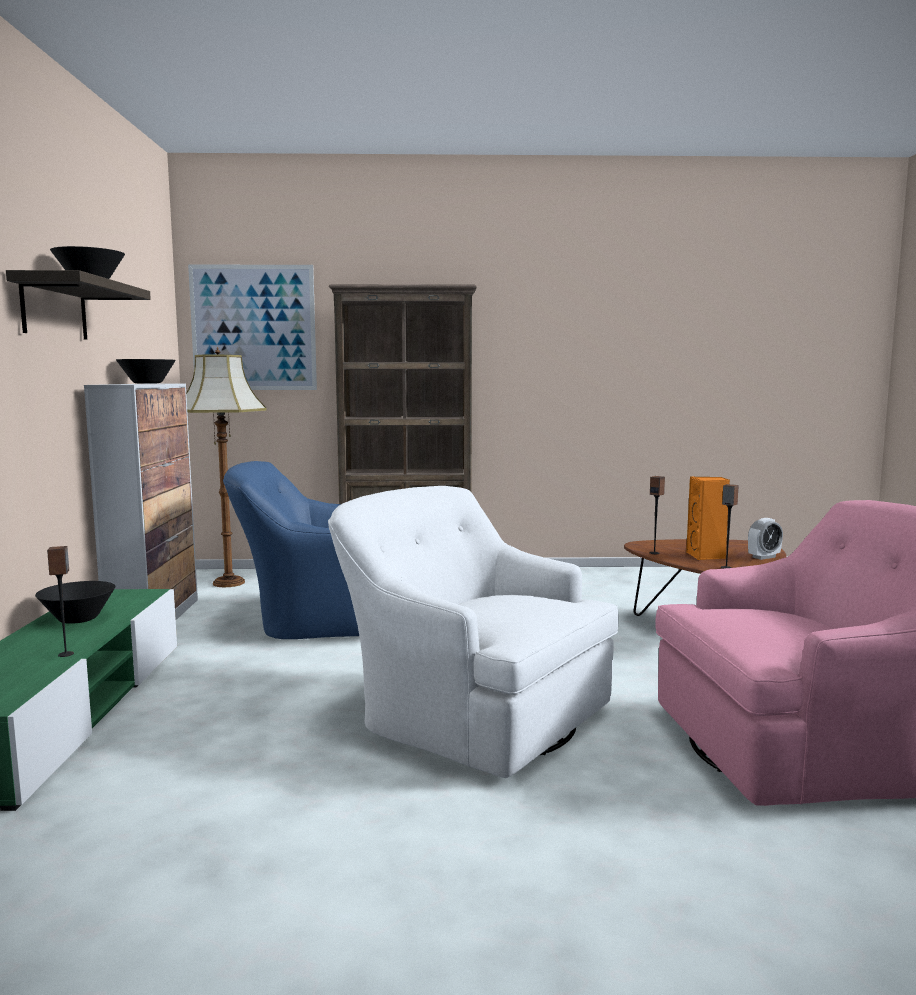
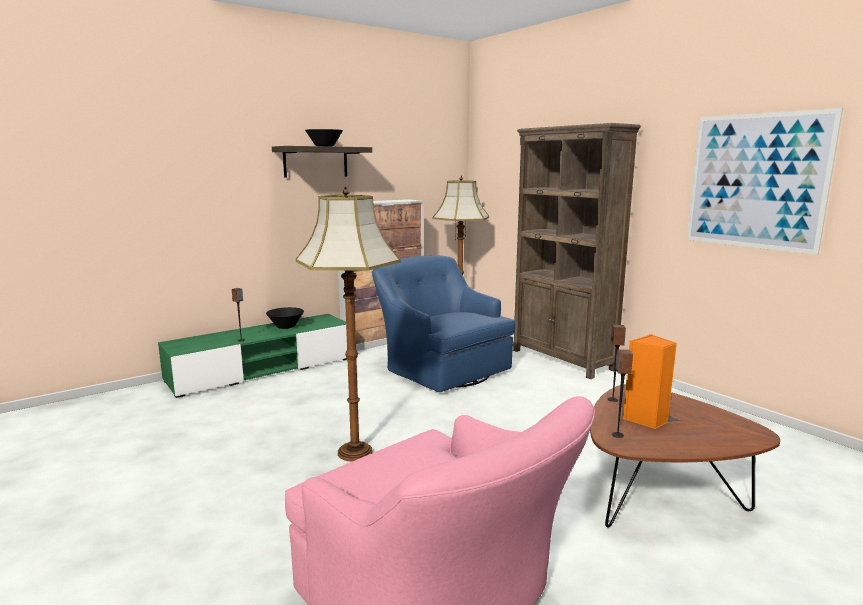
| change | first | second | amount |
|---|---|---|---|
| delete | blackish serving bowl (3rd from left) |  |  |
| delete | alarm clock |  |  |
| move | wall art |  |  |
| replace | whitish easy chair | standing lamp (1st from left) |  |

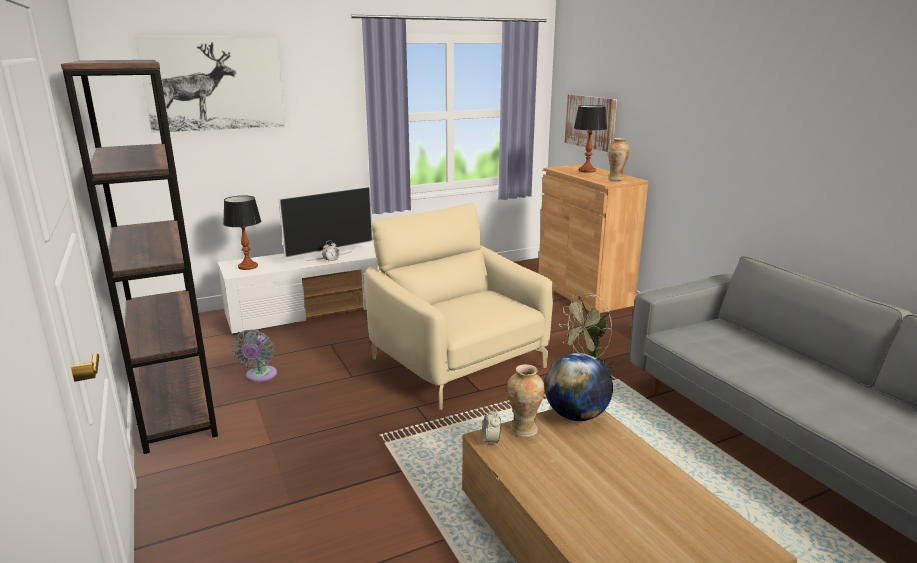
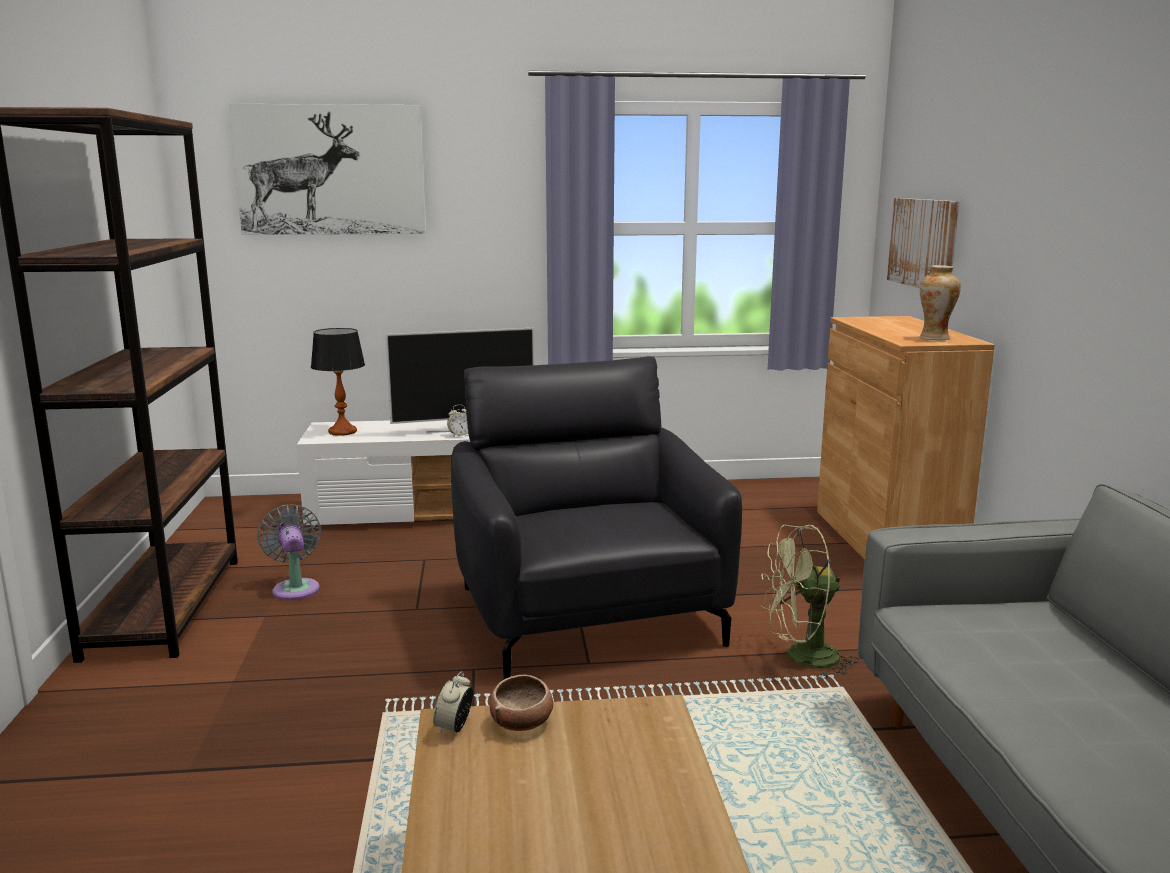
| change | first | second | amount |
|---|---|---|---|
| delete | globe |  |  |
| delete | tabletop lamp (2nd from left) |  |  |
| replace | decorative vase (1st from left) | serving bowl |  |
| recolor | beige easy chair | blackish easy chair |  |
| rotate | greyish electric fan |  | 135 degrees clockwise |

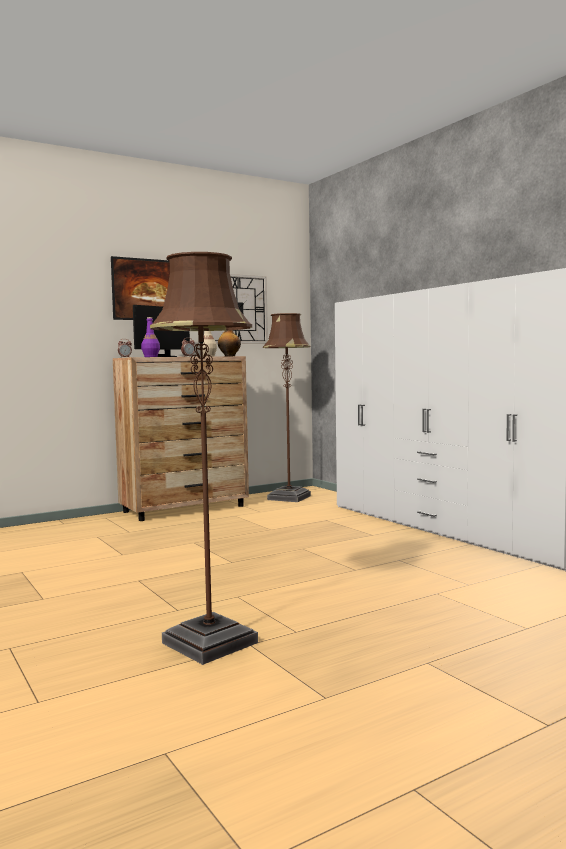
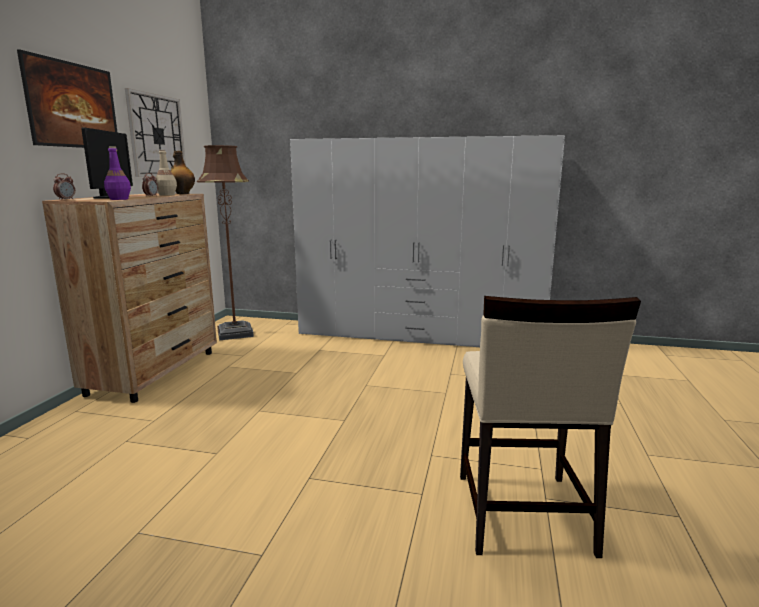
| change | first | second | amount |
|---|---|---|---|
| replace | brown-coloured standing lamp (1st from left) | beige plain chair |  |

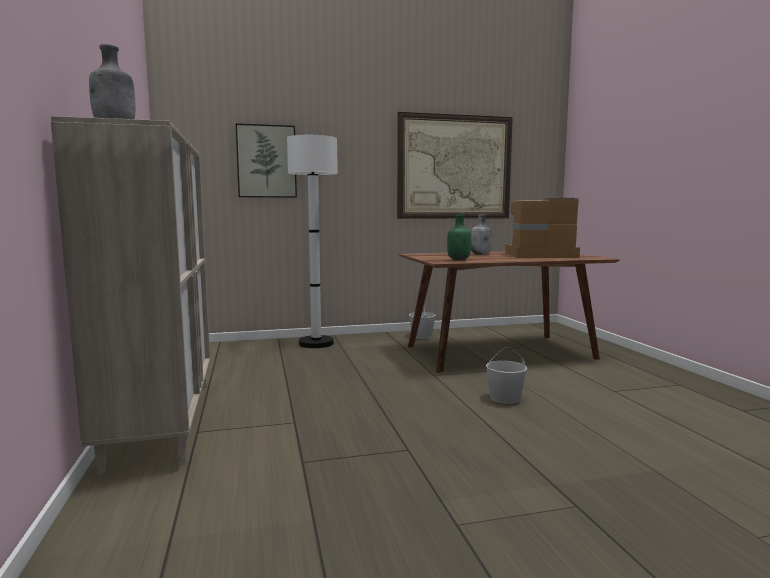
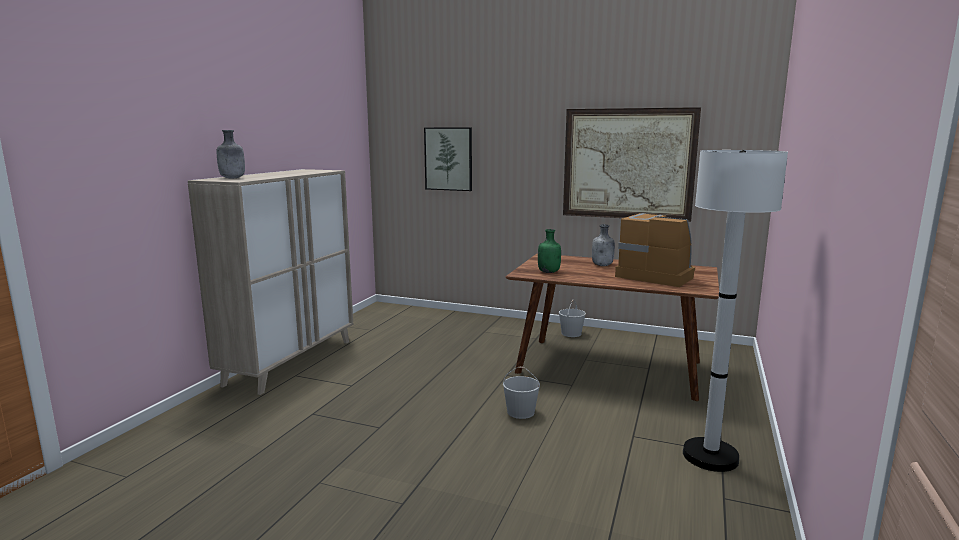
| change | first | second | amount |
|---|---|---|---|
| move | whitish standing lamp |  |  |

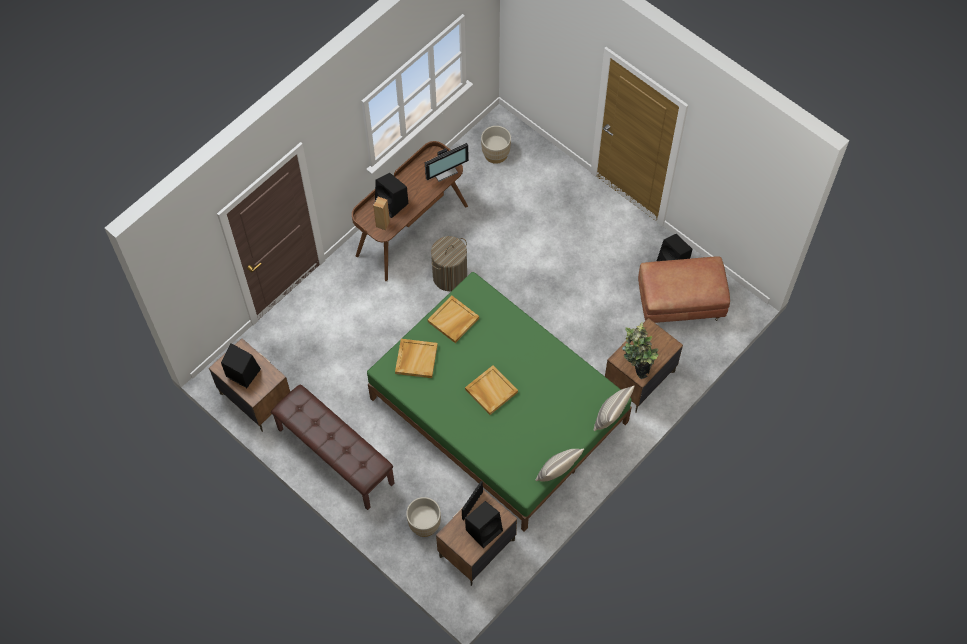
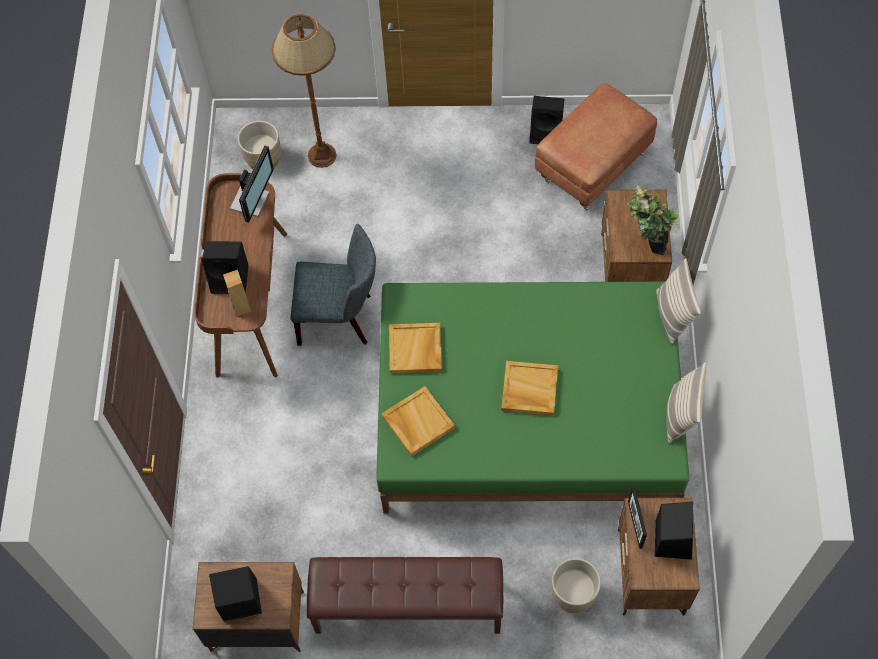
| change | first | second | amount |
|---|---|---|---|
| insert |  | brown-coloured standing lamp |  |
| replace | washing basket | greyish plain chair |  |

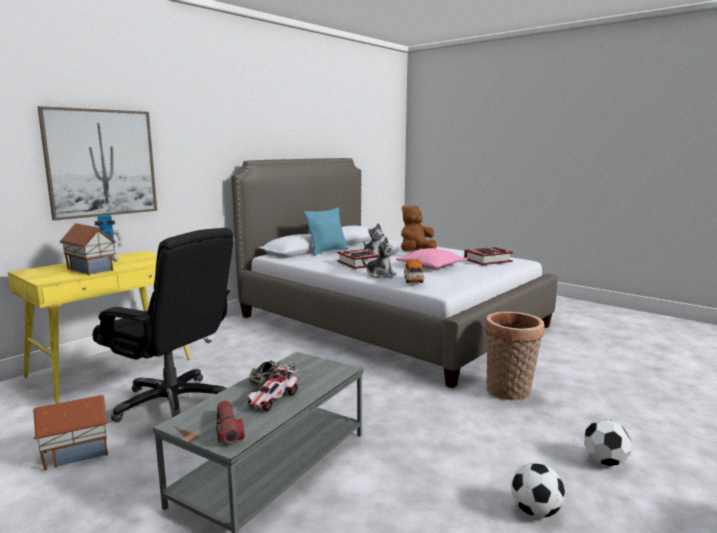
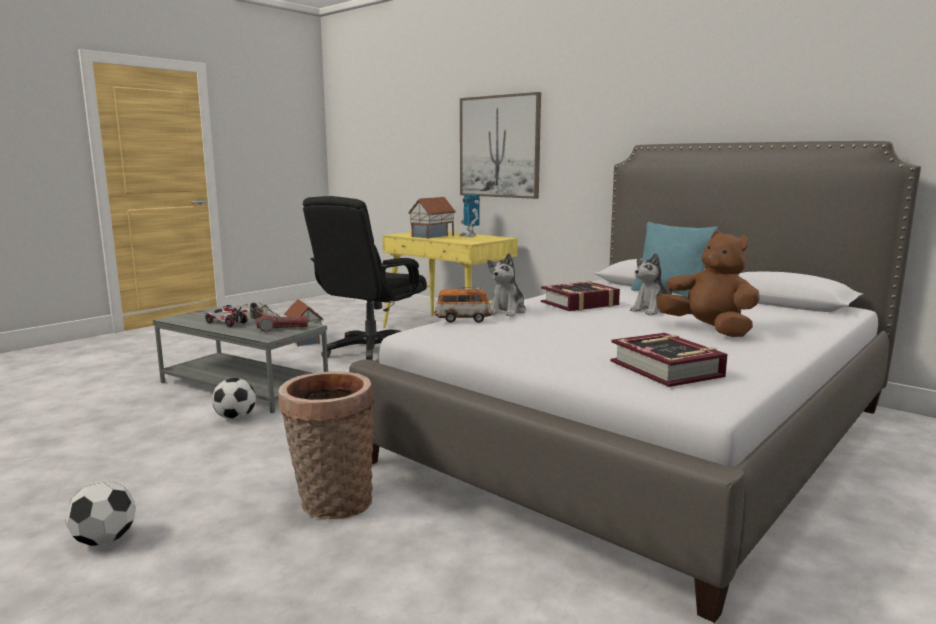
| change | first | second | amount |
|---|---|---|---|
| delete | pinkish pillow |  |  |
| move | flashlight |  |  |
| move | football (1st from left in the first image) | football (2nd from left) |  |

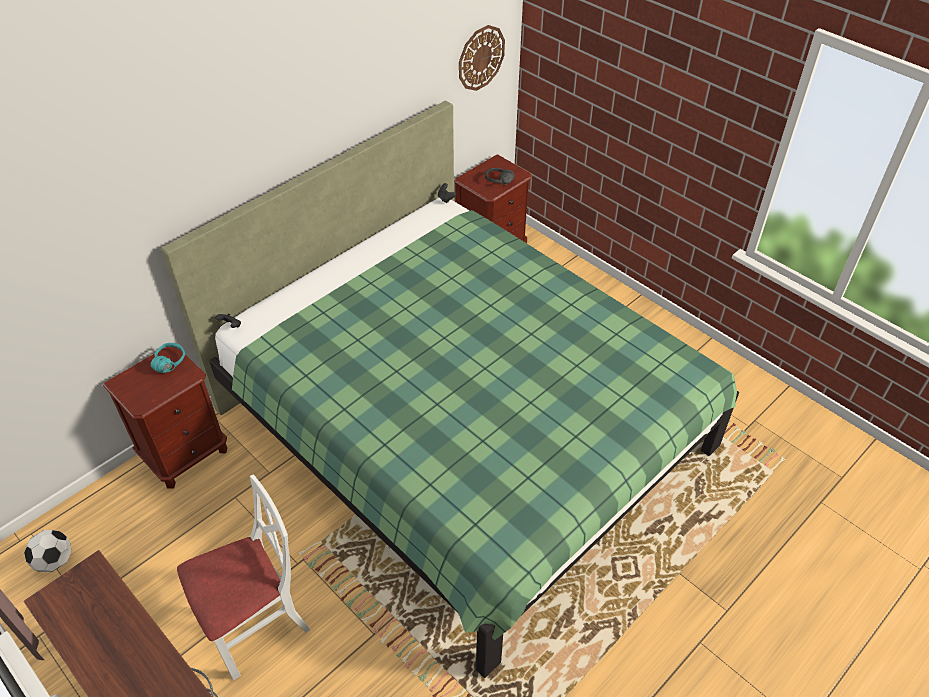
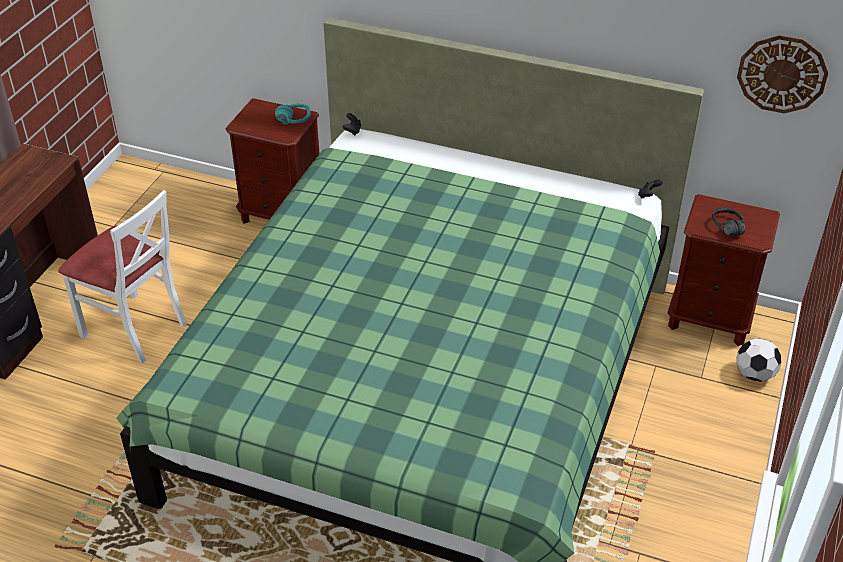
| change | first | second | amount |
|---|---|---|---|
| move | football |  |  |

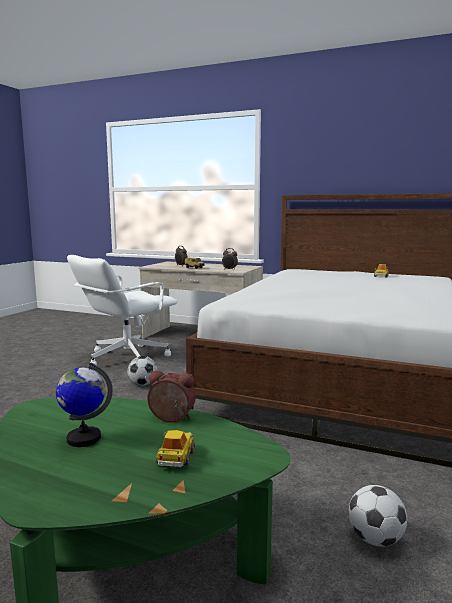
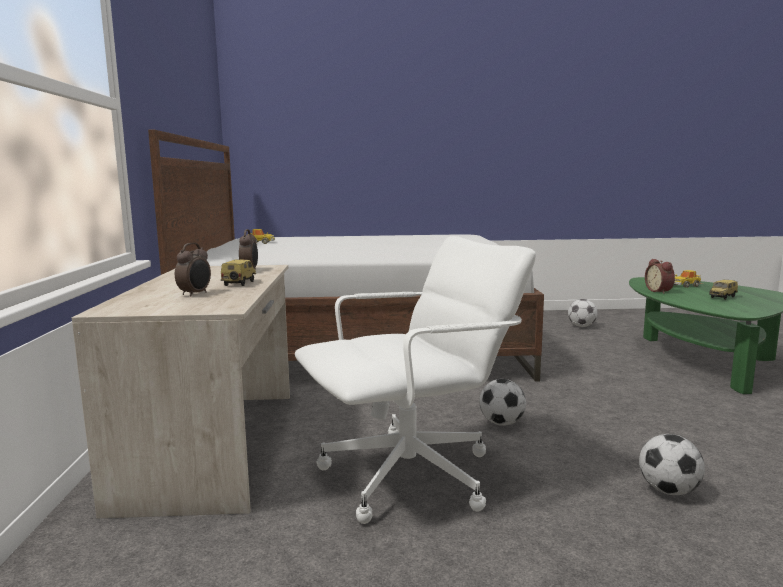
| change | first | second | amount |
|---|---|---|---|
| insert |  | football (3rd from left) |  |
| replace | globe | toy car (4th from left) |  |
| rotate | whitish office chair |  | 45 degrees counterclockwise |

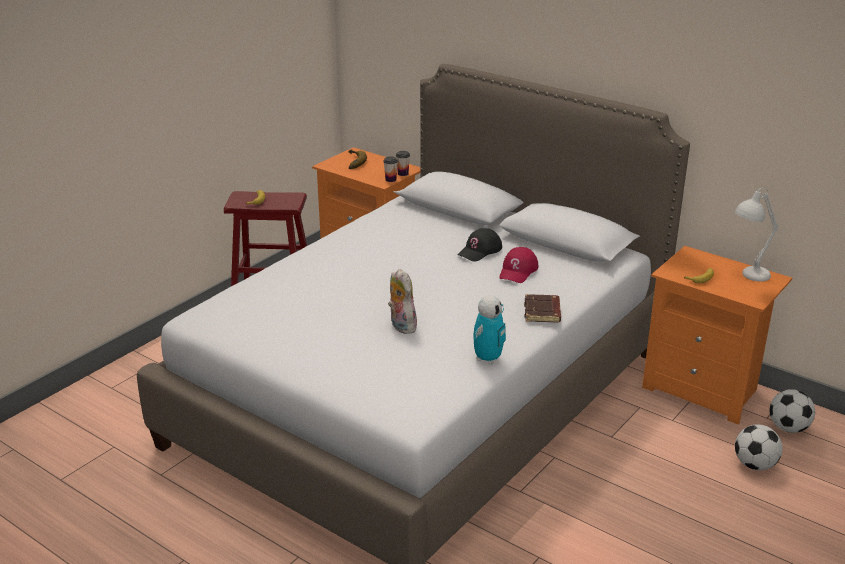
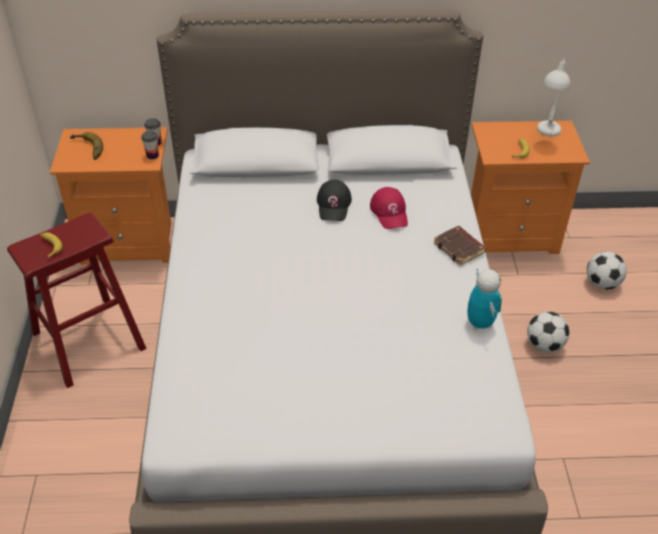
| change | first | second | amount |
|---|---|---|---|
| delete | plush toy |  |  |
| move | football (2nd from left in the first image) | football (1st from left) |  |

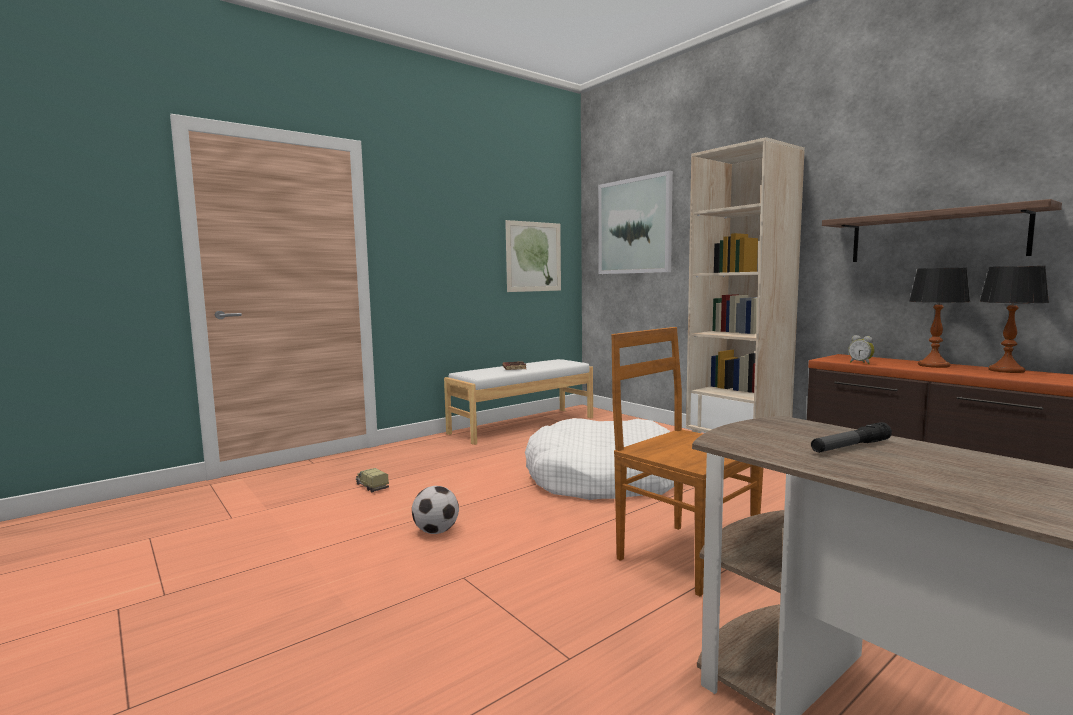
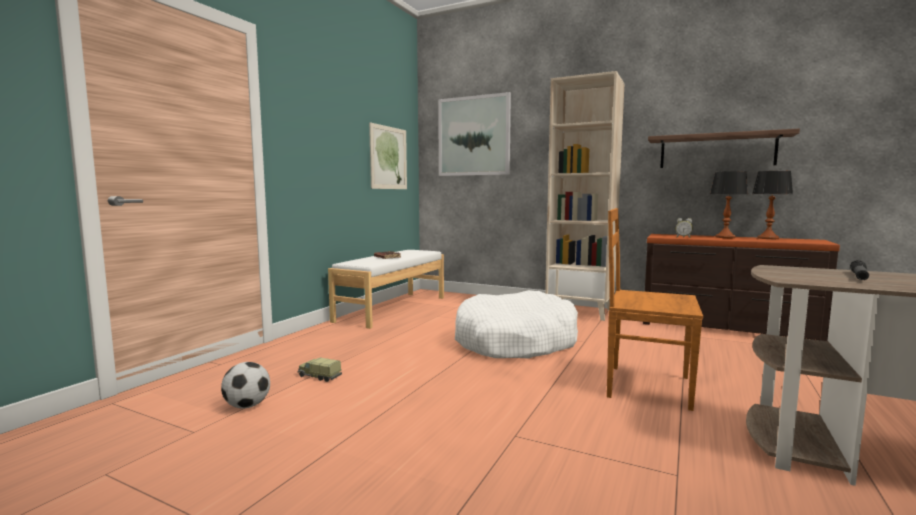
| change | first | second | amount |
|---|---|---|---|
| move | football |  |  |

